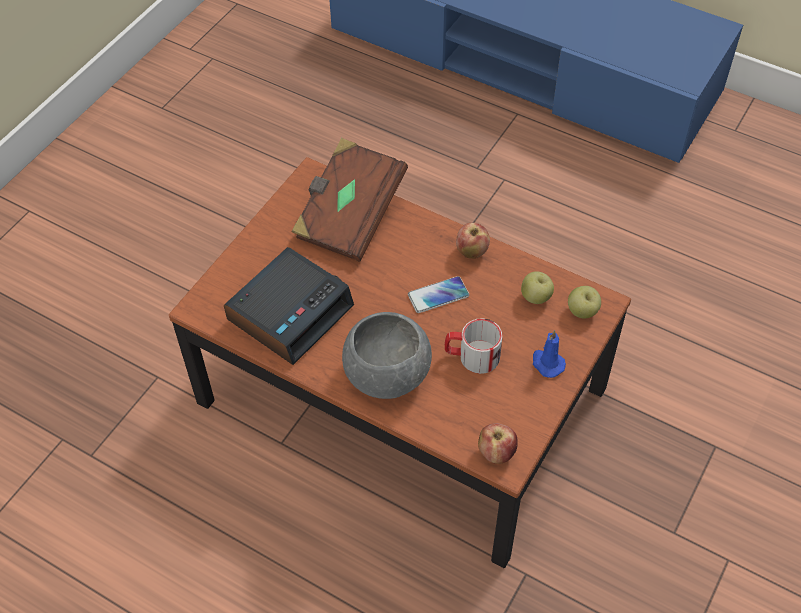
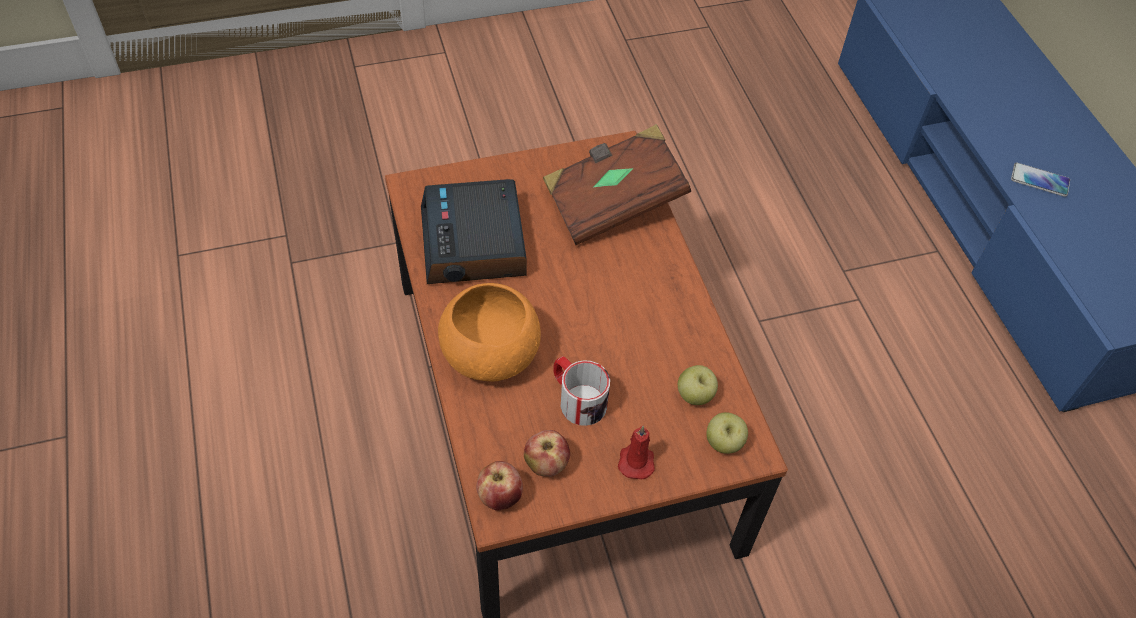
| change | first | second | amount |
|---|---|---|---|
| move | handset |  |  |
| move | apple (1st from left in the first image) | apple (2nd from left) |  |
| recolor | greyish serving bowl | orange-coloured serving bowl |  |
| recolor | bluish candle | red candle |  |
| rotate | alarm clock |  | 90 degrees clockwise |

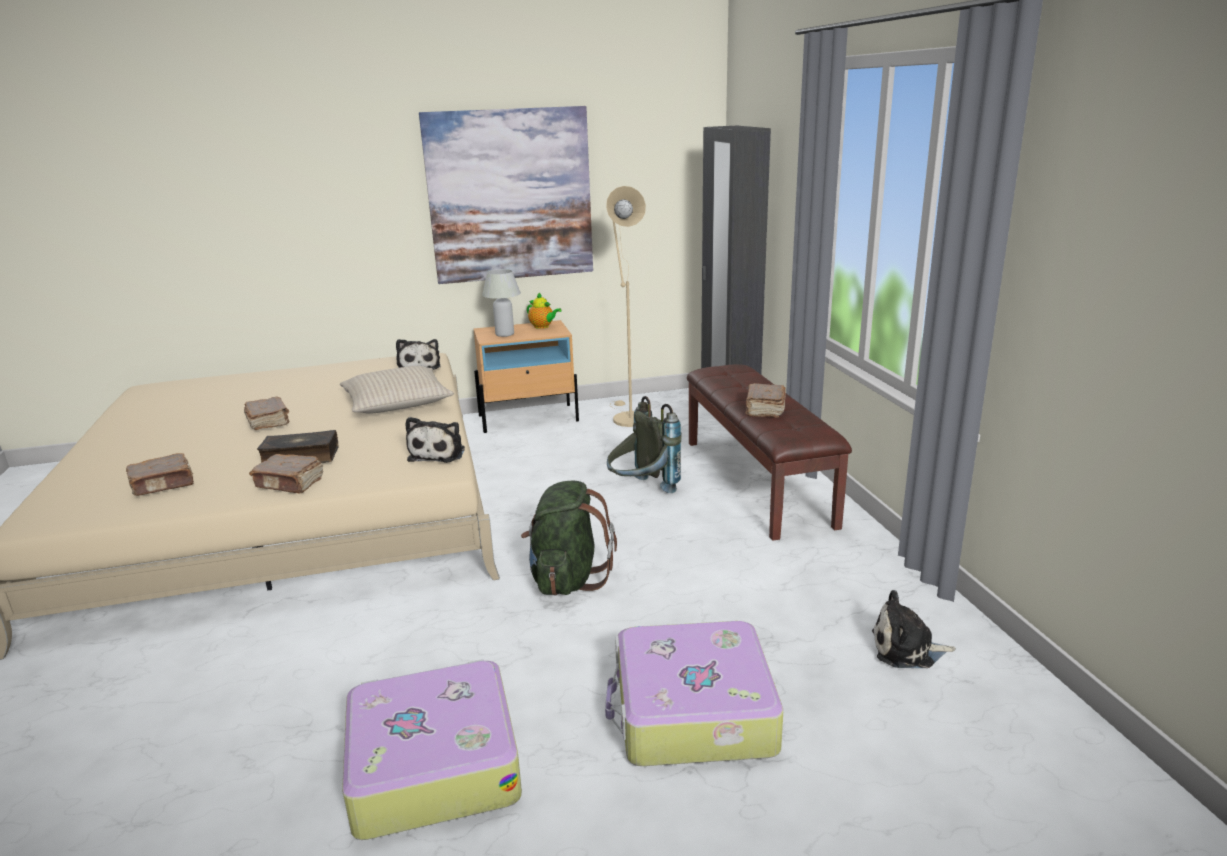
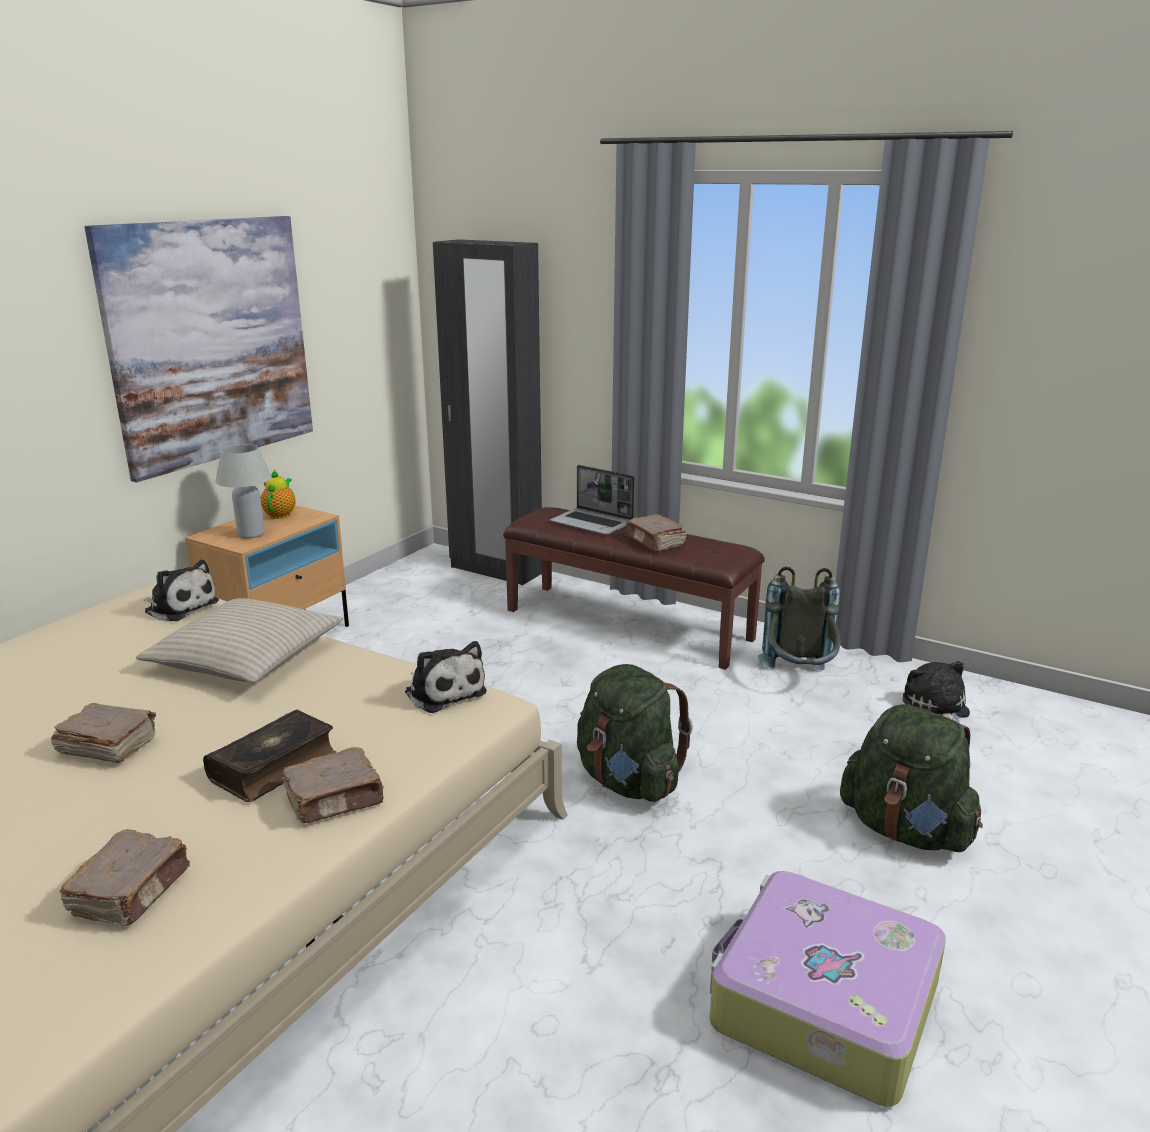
| change | first | second | amount |
|---|---|---|---|
| delete | beige standing lamp |  |  |
| insert |  | portable computer |  |
| move | greyish backpack |  |  |
| replace | piece of luggage (2nd from left) | greenish backpack (2nd from left) |  |
| rotate | teapot |  | 75 degrees counterclockwise |
| rotate | plush toy (3rd from left) |  | 120 degrees clockwise |

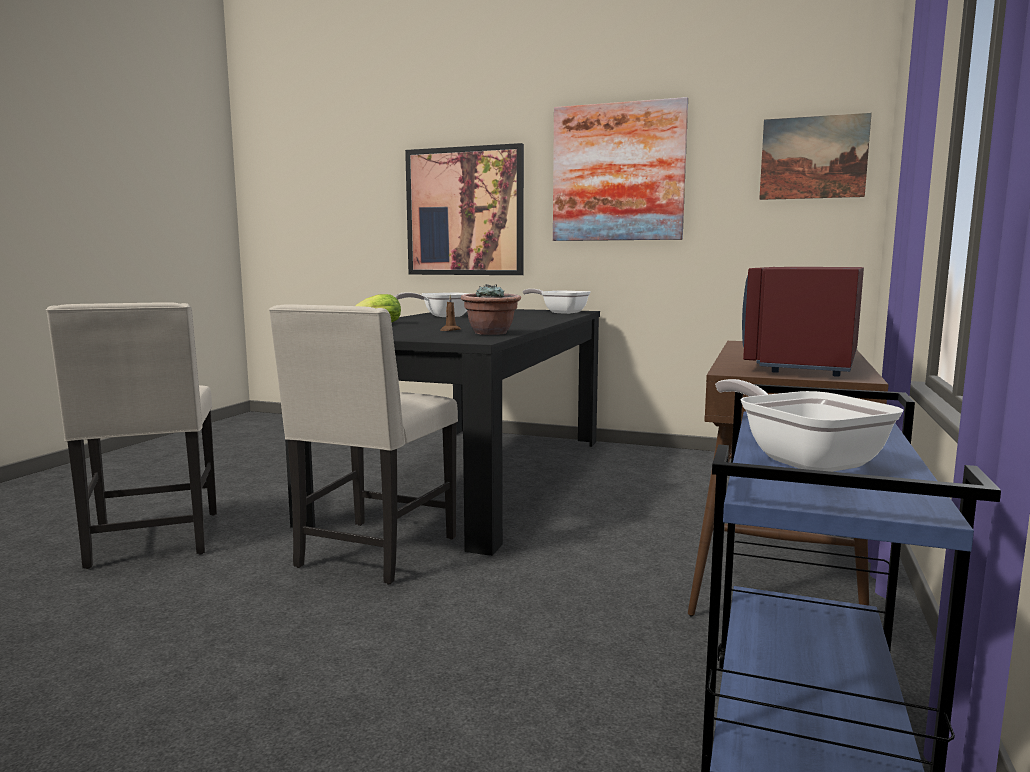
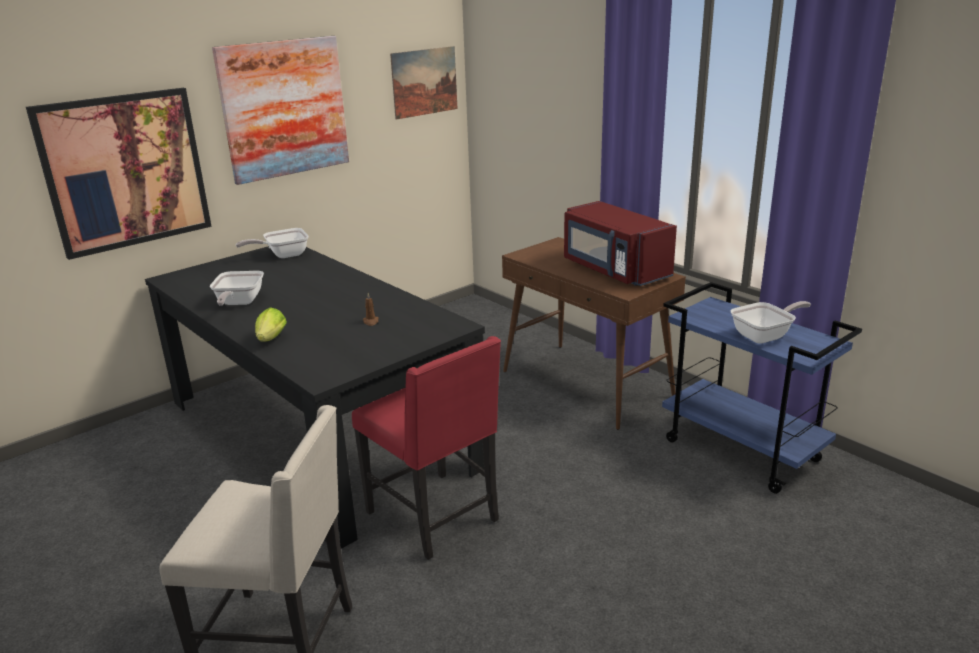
| change | first | second | amount |
|---|---|---|---|
| delete | plant in a pot |  |  |
| recolor | beige plain chair (2nd from left) | red plain chair |  |
| rotate | frying pan (3rd from left) |  | 150 degrees clockwise |

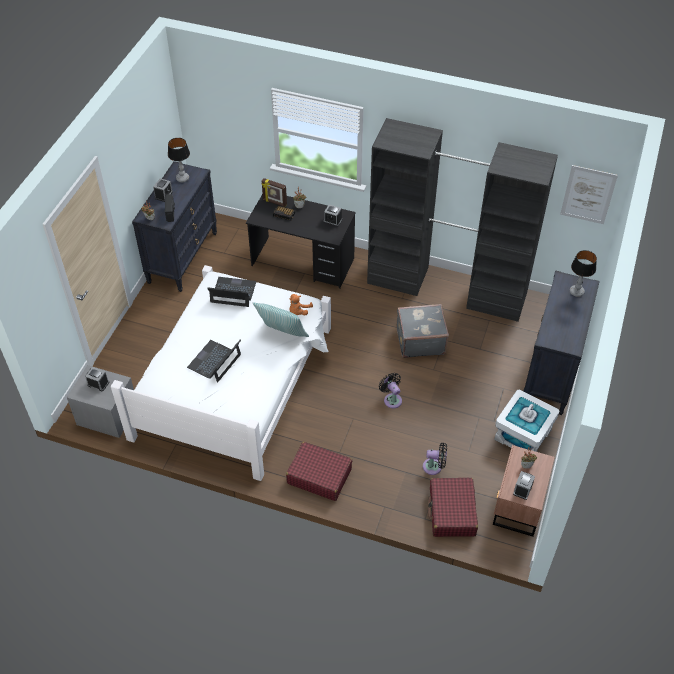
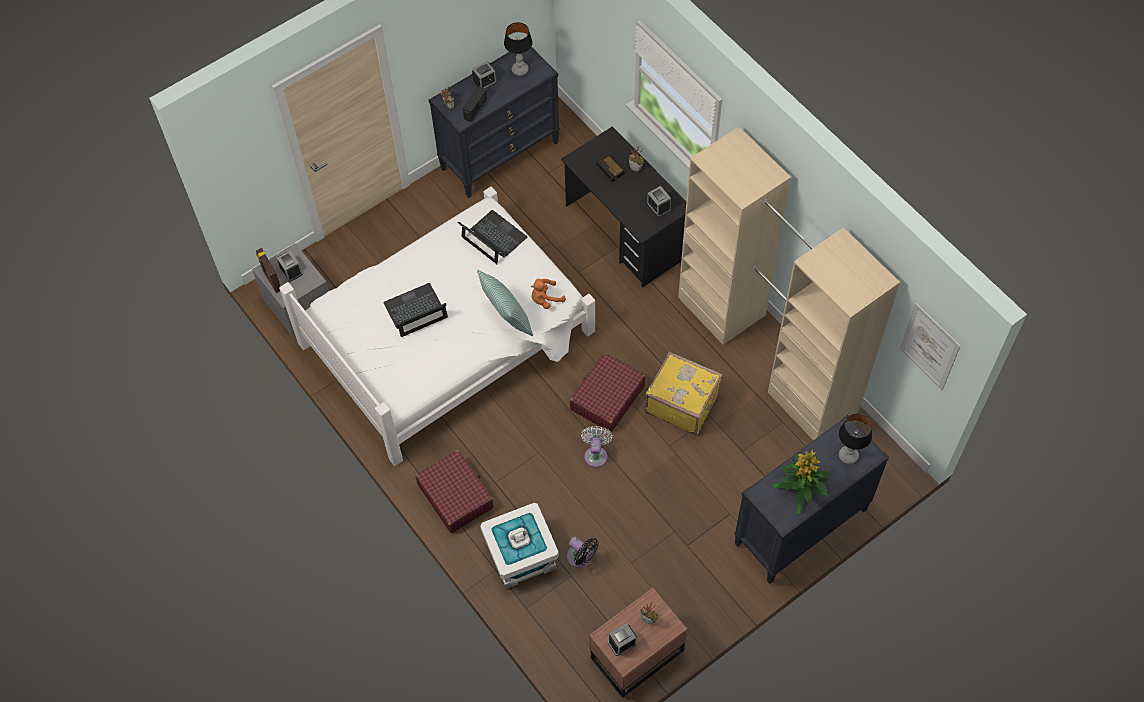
| change | first | second | amount |
|---|---|---|---|
| insert |  | plant in a pot (4th from left) |  |
| move | photo frame |  |  |
| move | red piece of luggage (2nd from left) |  |  |
| move | whitish storage box |  |  |
| recolor | blackish armoire | beige armoire |  |
| recolor | blackish electric fan (1st from left) | whitish electric fan |  |
| recolor | greyish piece of luggage | yellow piece of luggage |  |

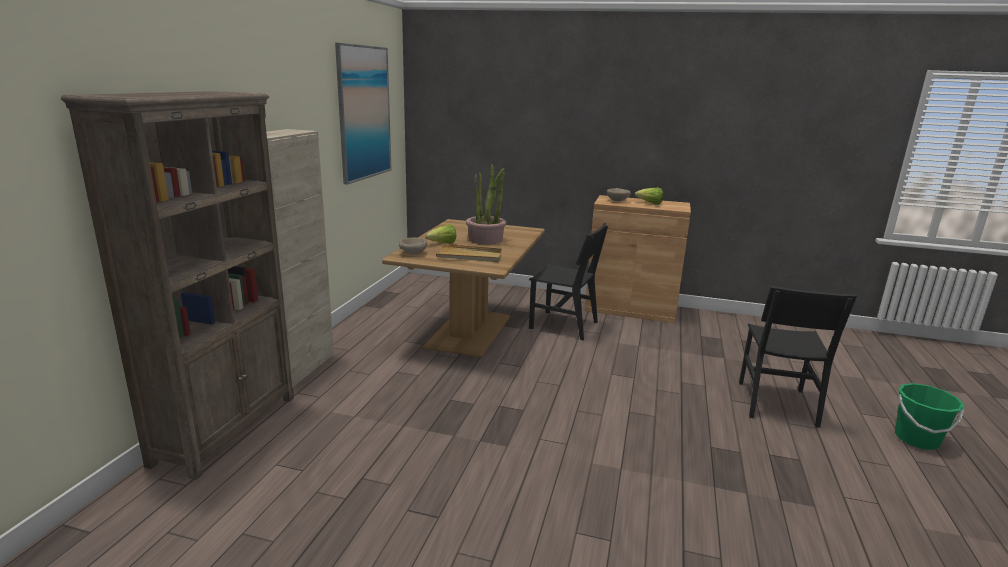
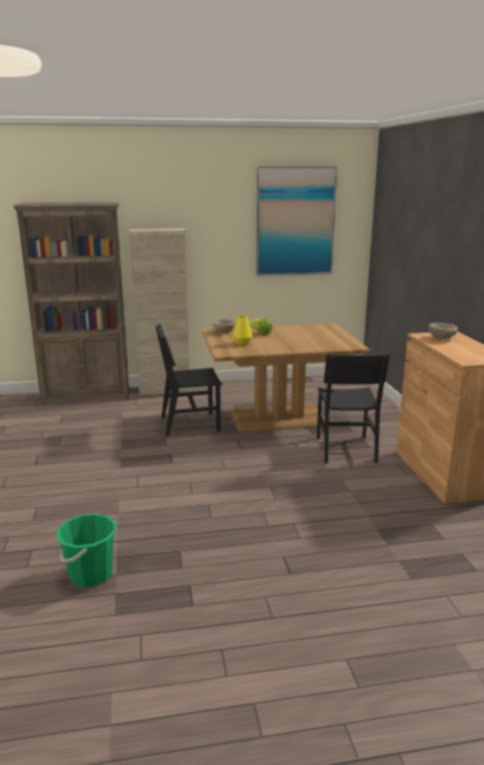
| change | first | second | amount |
|---|---|---|---|
| delete | plant in a pot |  |  |
| delete | head of lettuce (2nd from left) |  |  |
| move | blackish plain chair (2nd from left in the first image) | blackish plain chair (1st from left) |  |
| move | greenish water bucket |  |  |
| replace | beige carrying tray | yellow decorative vase |  |

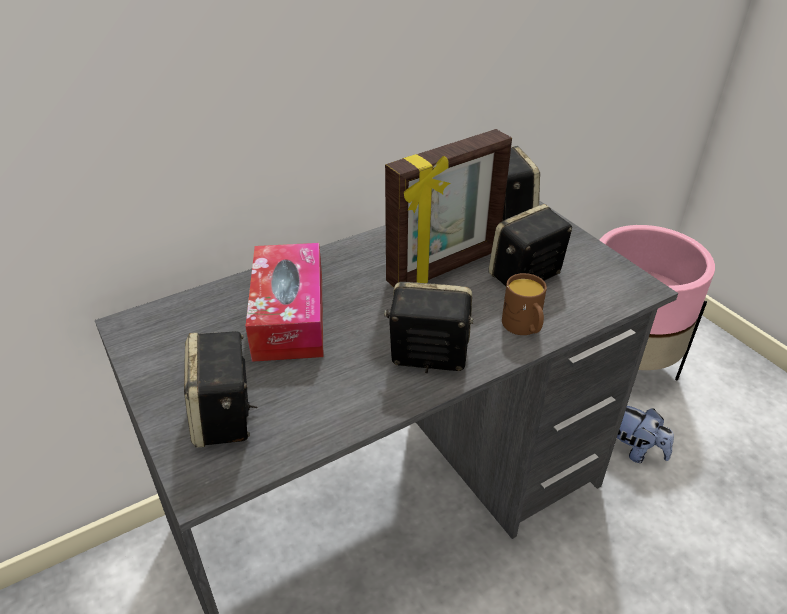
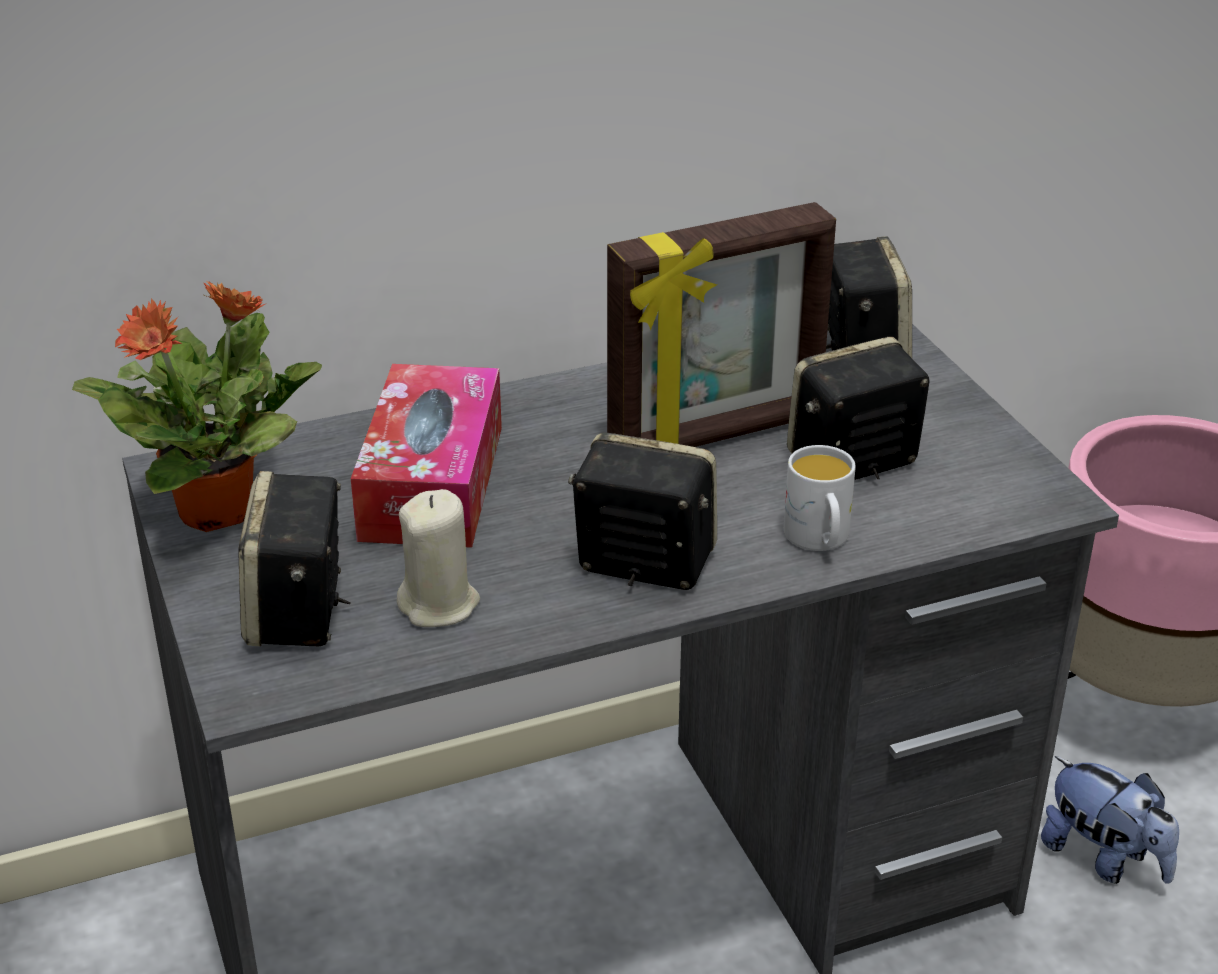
| change | first | second | amount |
|---|---|---|---|
| insert |  | plant in a pot |  |
| insert |  | beige candle |  |
| recolor | brown-coloured tea mug | whitish tea mug |  |

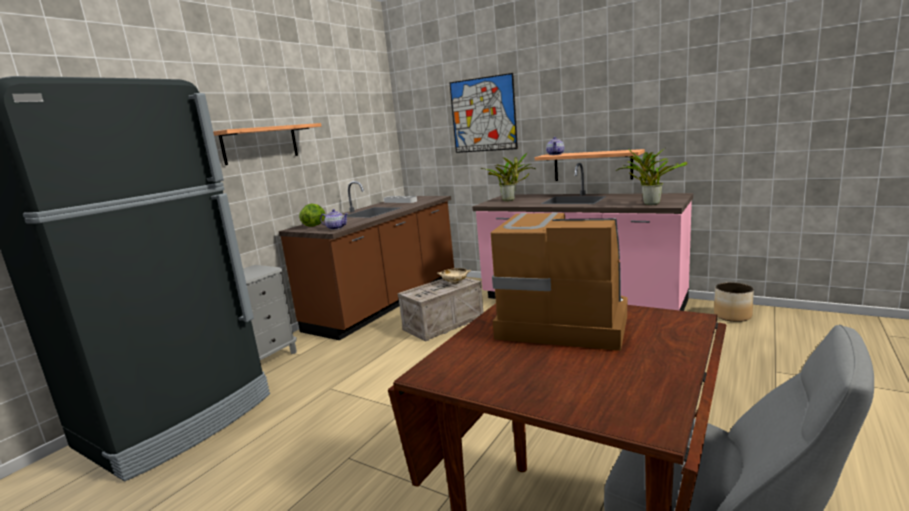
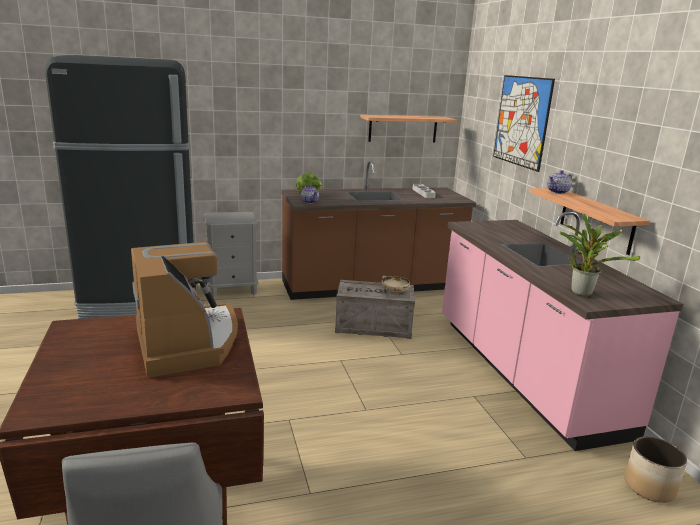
| change | first | second | amount |
|---|---|---|---|
| delete | plant in a pot (1st from left) |  |  |
| move | shelf (1st from left) |  |  |

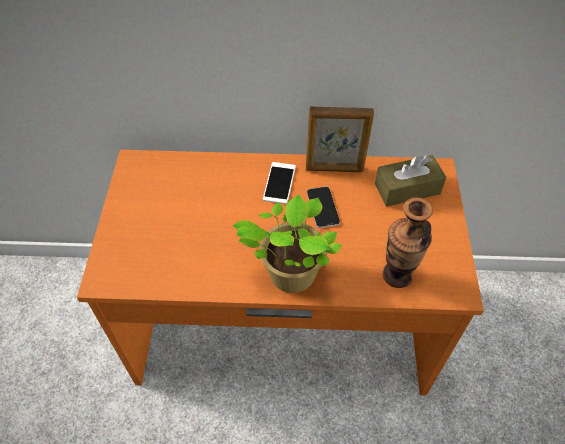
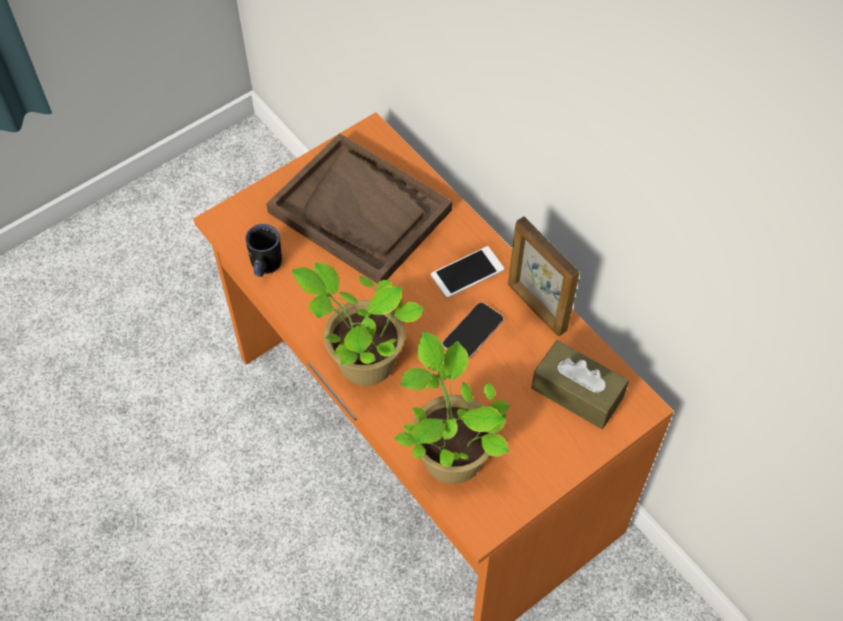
| change | first | second | amount |
|---|---|---|---|
| insert |  | blackish tea mug |  |
| insert |  | brown-coloured carrying tray |  |
| replace | decorative vase | plant in a pot (2nd from left) |  |

